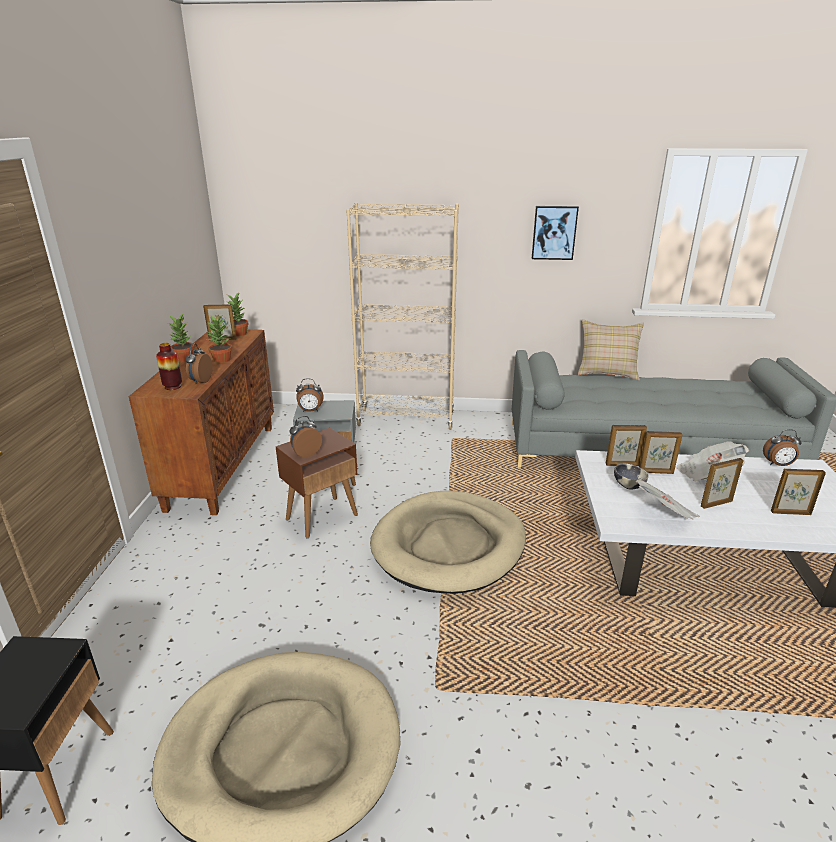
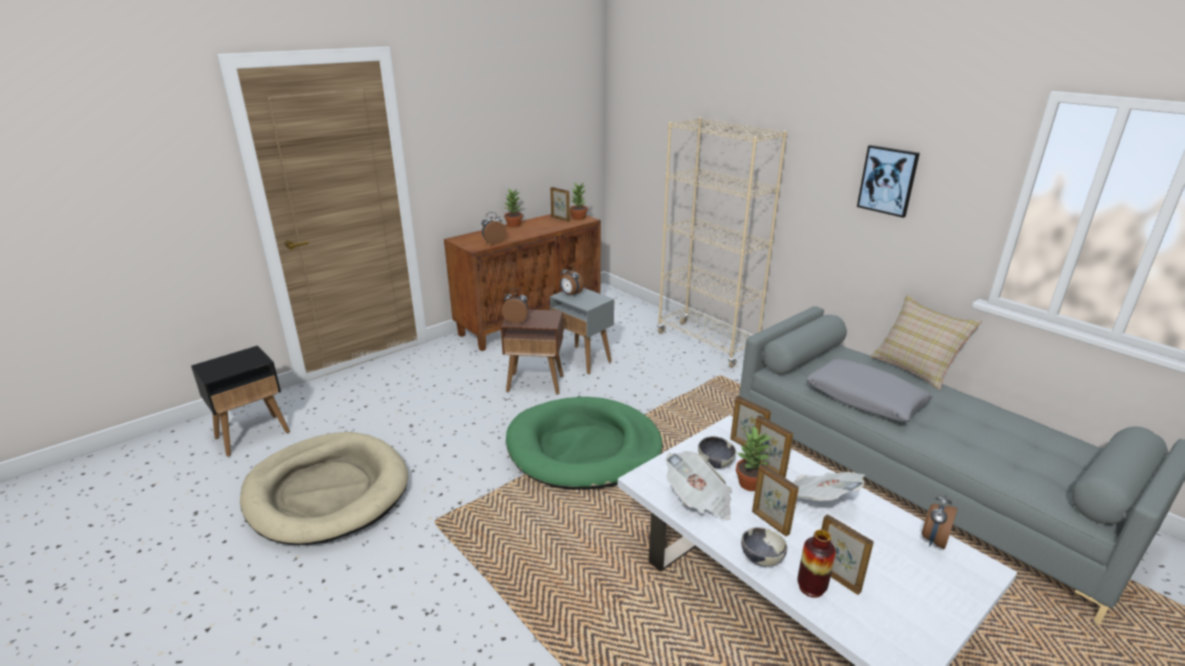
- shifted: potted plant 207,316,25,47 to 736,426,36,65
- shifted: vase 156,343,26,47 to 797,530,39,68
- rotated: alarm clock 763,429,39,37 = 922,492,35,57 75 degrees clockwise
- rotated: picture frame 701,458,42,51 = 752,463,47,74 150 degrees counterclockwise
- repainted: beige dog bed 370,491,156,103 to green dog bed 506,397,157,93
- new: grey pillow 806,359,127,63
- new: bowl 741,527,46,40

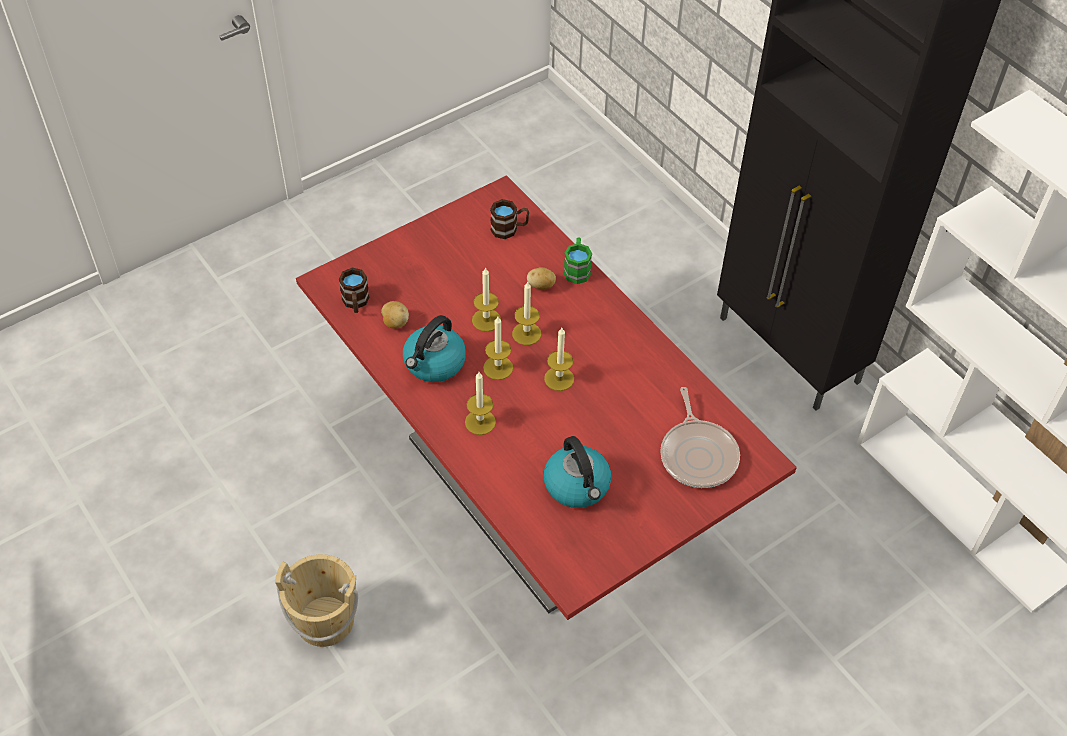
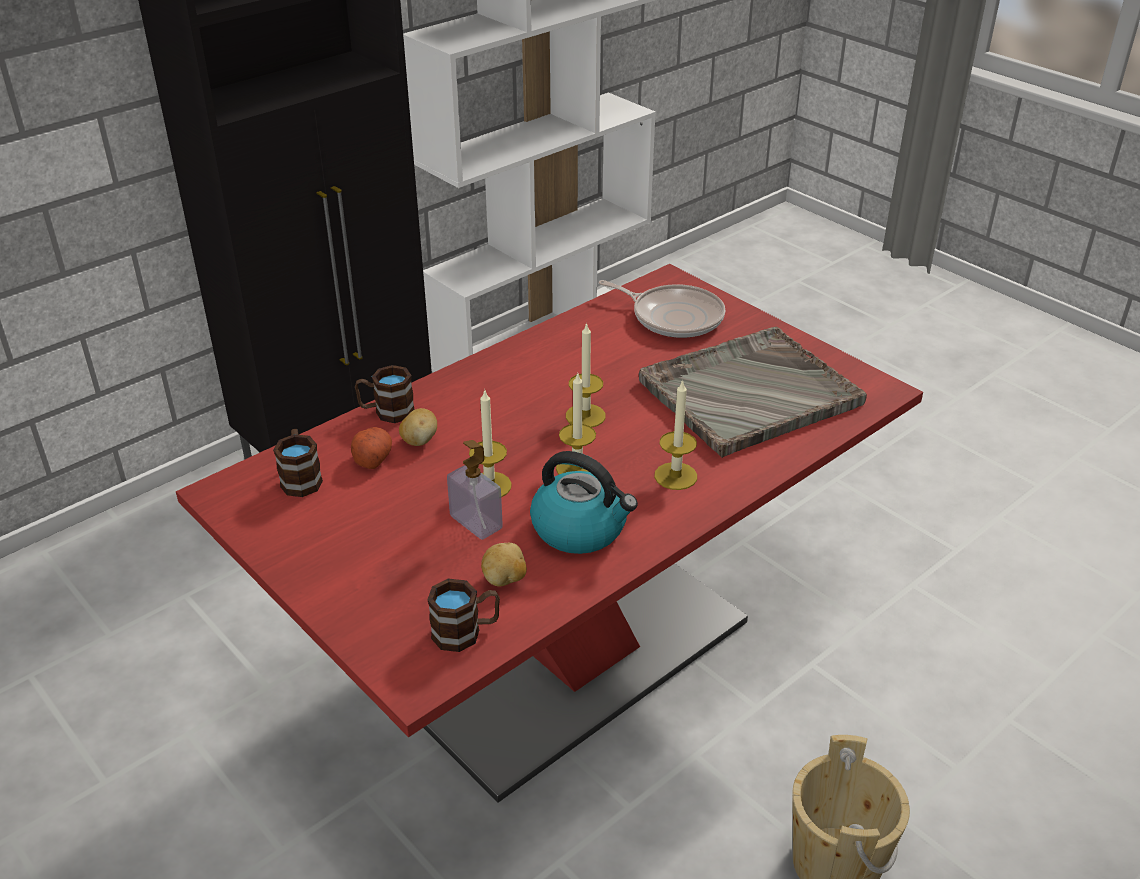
- repainted: green mug 564,237,28,47 to brown mug 355,365,60,58
- gone: candle 512,282,29,63
- rotated: frying pan 660,387,80,101 = 598,280,127,58 45 degrees clockwise
- swapped: kettle 544,436,67,72 to grey tray 639,327,228,131
- new: potato 351,427,41,42
- new: soap dispenser 447,440,56,100

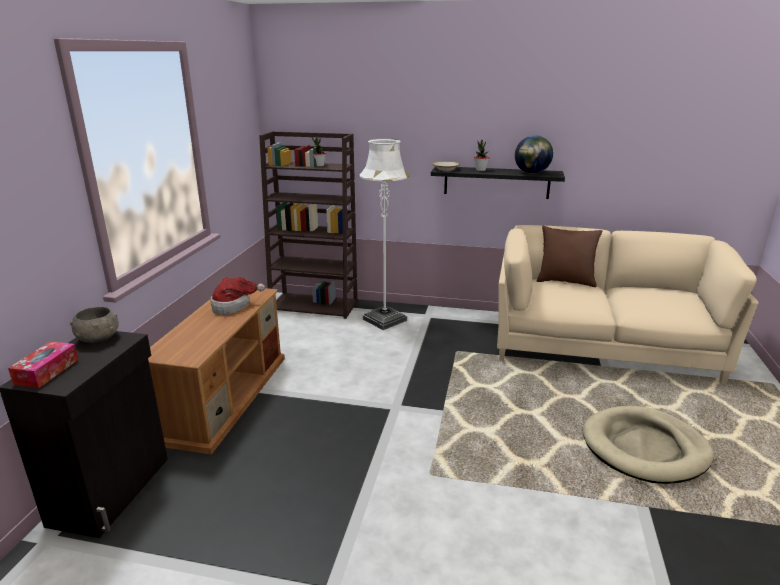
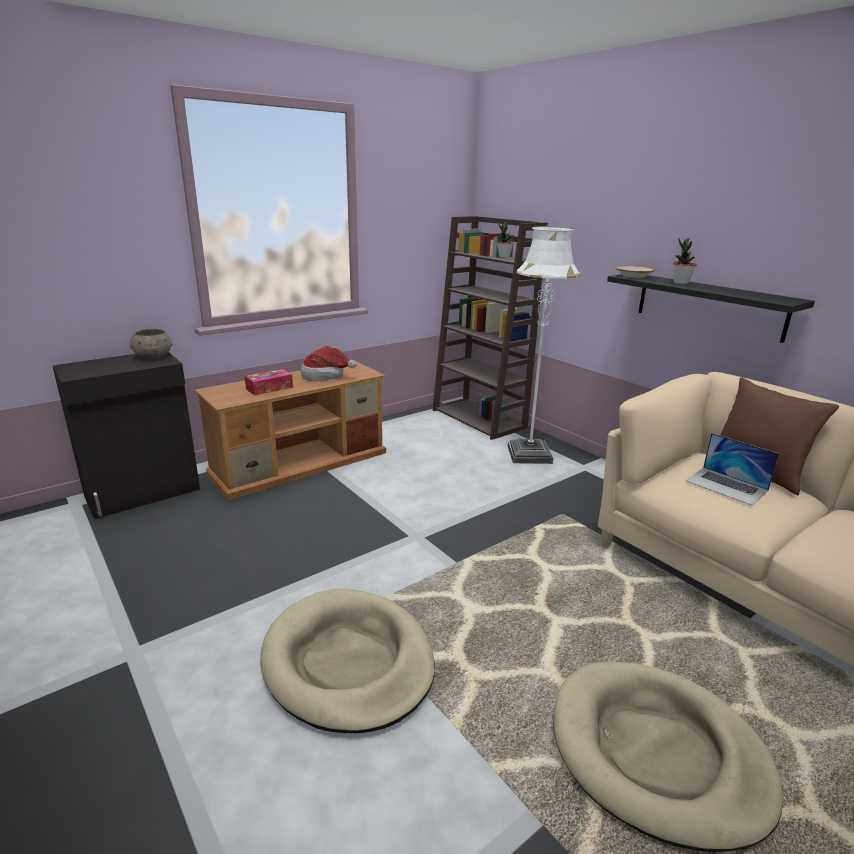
- gone: globe 515,135,38,39
- shifted: tissue box 8,341,70,47 to 245,369,48,26
- new: laptop 685,433,94,73
- new: beige dog bed 260,589,175,144

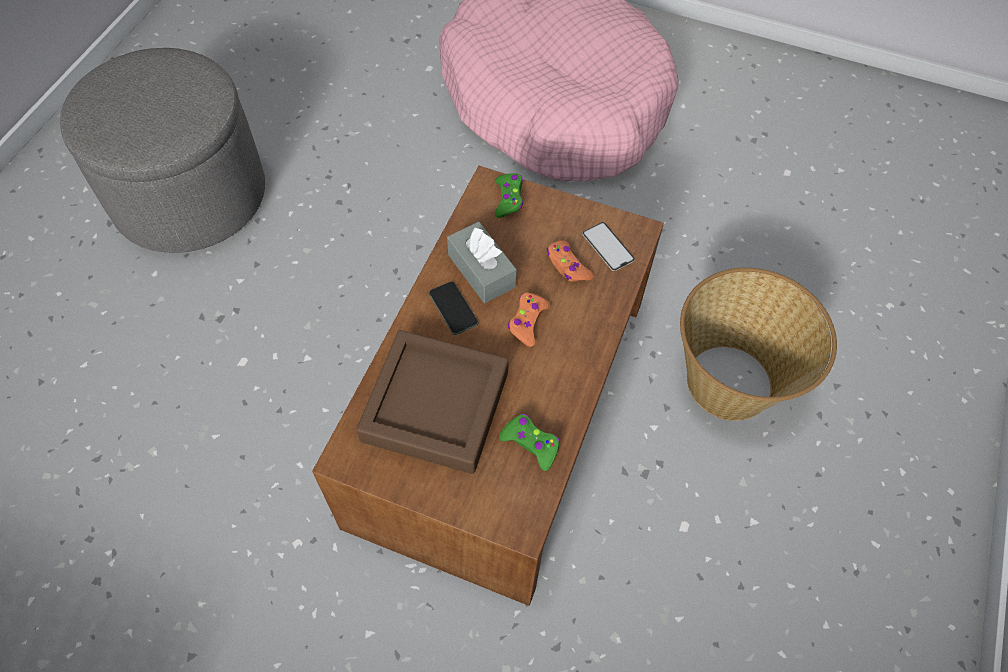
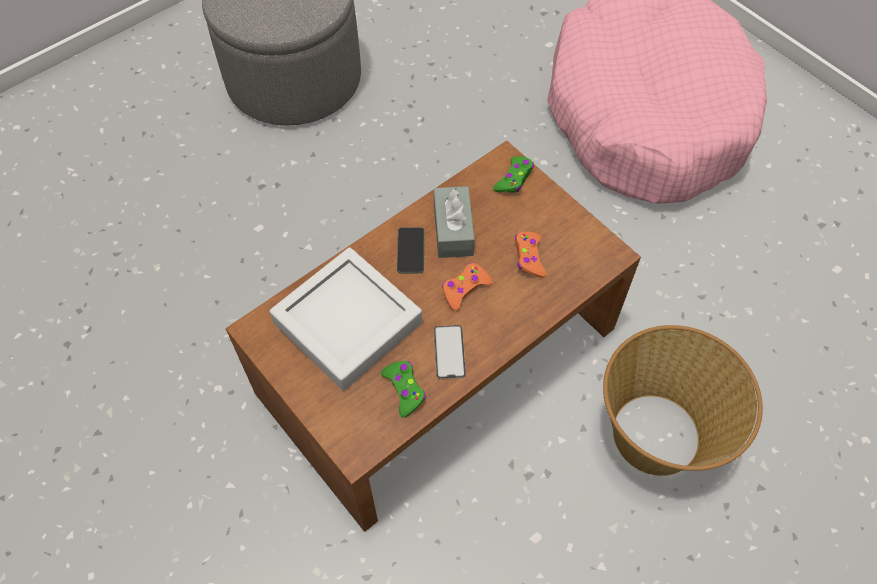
- shifted: phone 582,222,53,49 to 434,325,32,54
- repainted: brown tray 356,330,153,144 to grey tray 270,247,152,144

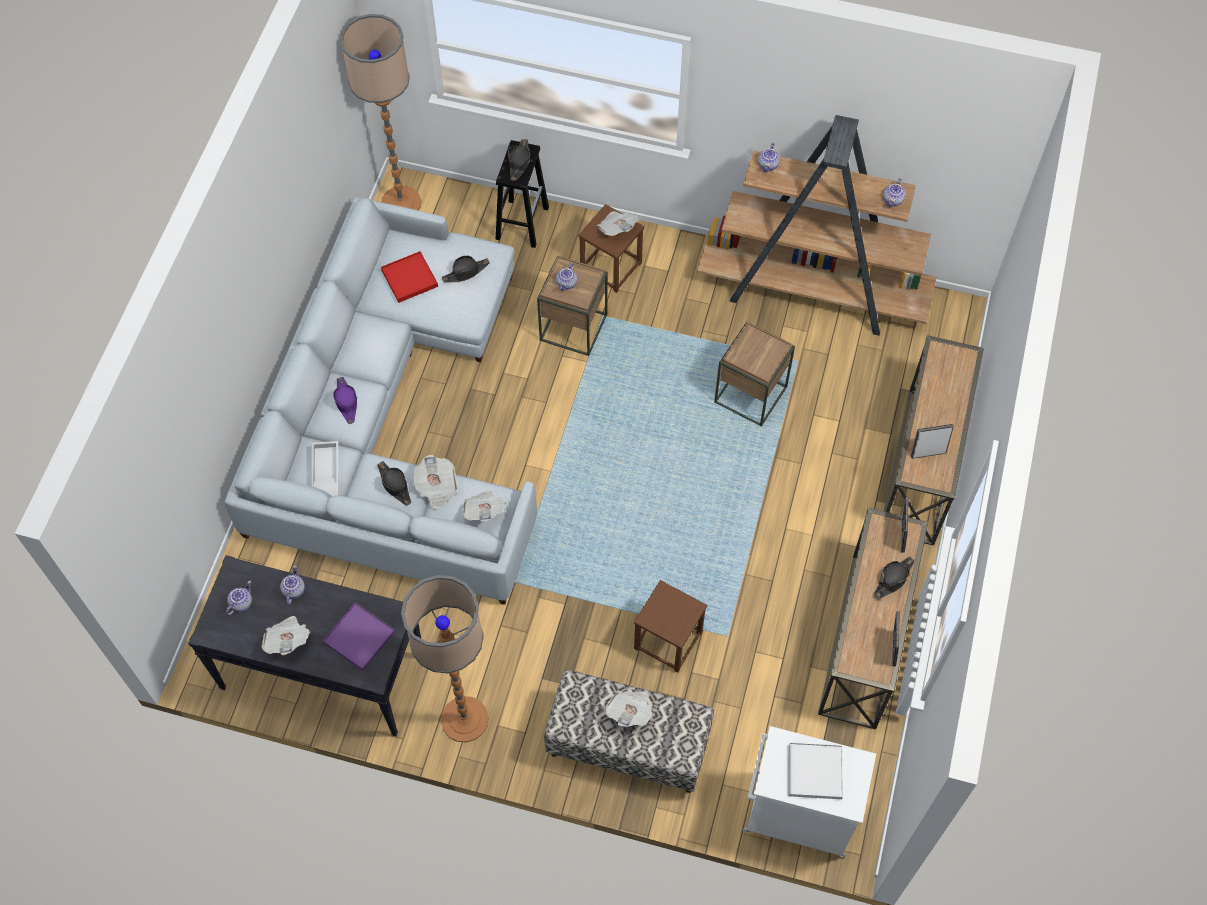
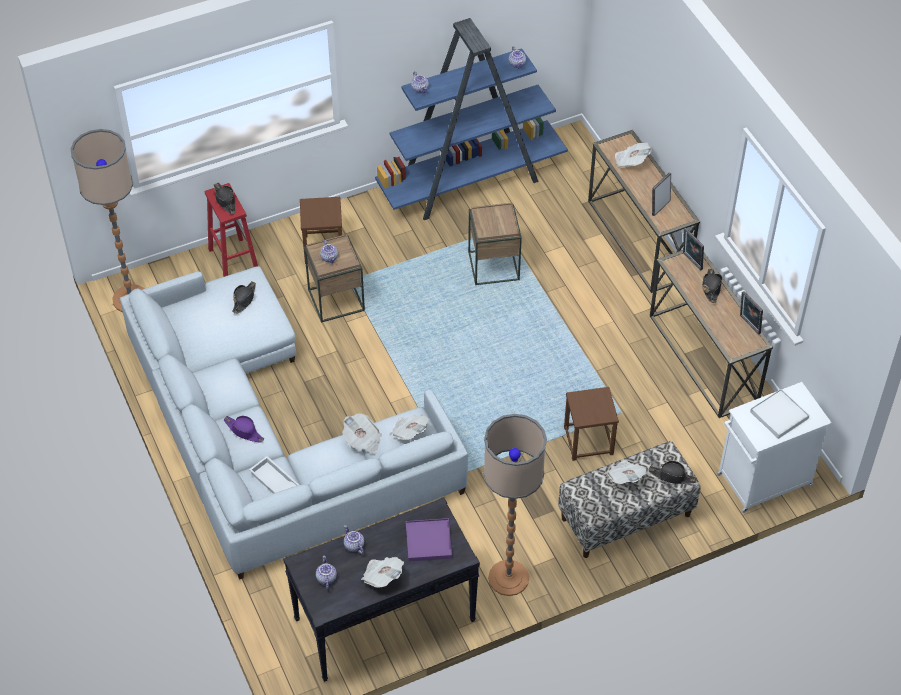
- repainted: brown bookcase 697,115,240,221 to blue bookcase 375,18,193,202
- repainted: black stool 496,140,53,108 to red stool 205,183,53,94
- shifted: newspaper 597,211,42,25 to 615,143,37,24
- gone: red tray 381,251,57,52
- shifted: black hat 377,461,34,45 to 649,461,48,23

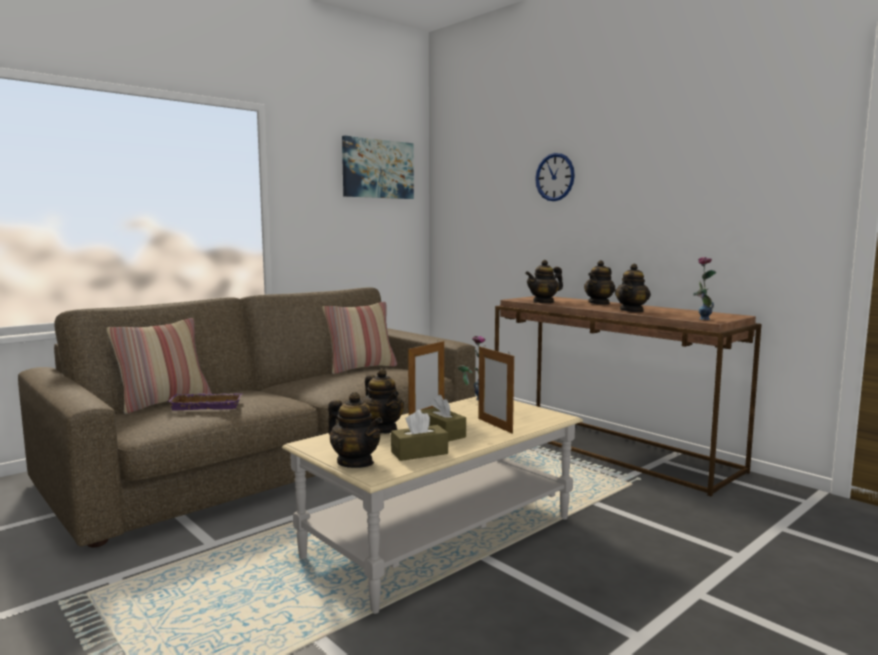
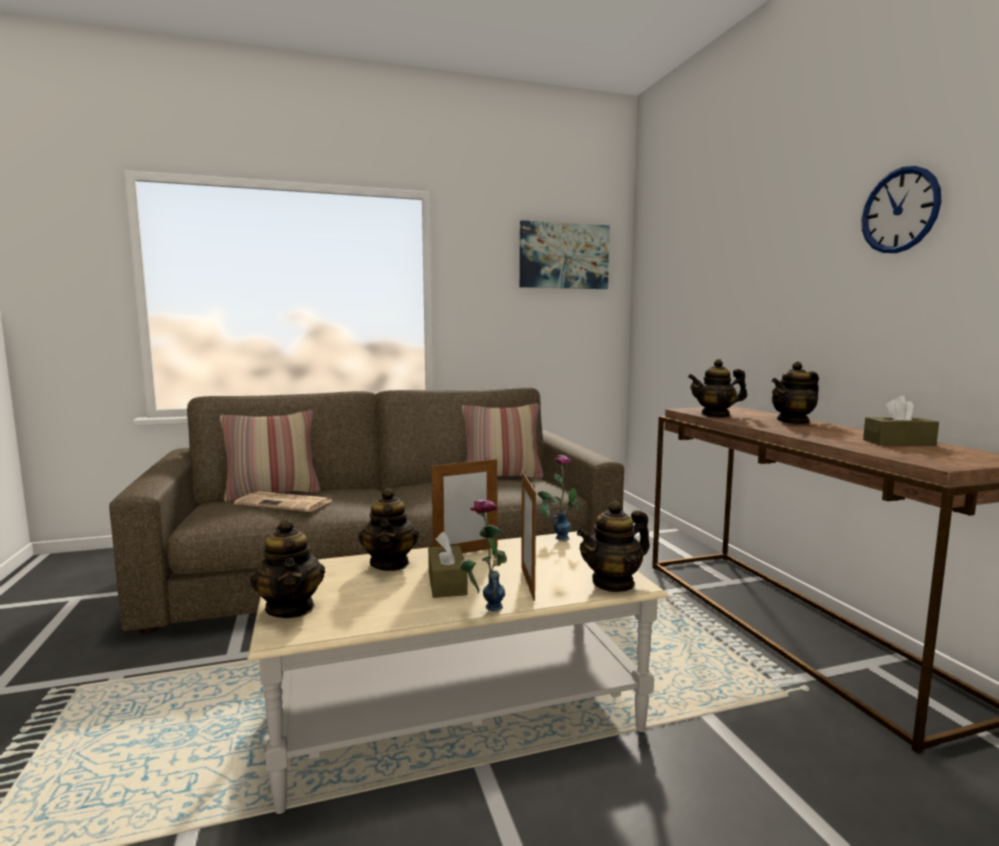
- shifted: wall clock 535,153,40,48 to 861,166,80,87
- shifted: vase 693,257,23,63 to 460,499,47,112
- shifted: teapot 615,264,36,48 to 577,501,73,91
- swapped: purple tray 167,393,76,18 to newspaper 234,491,98,21
- shifted: brown tissue box 391,410,57,51 to 863,396,76,50

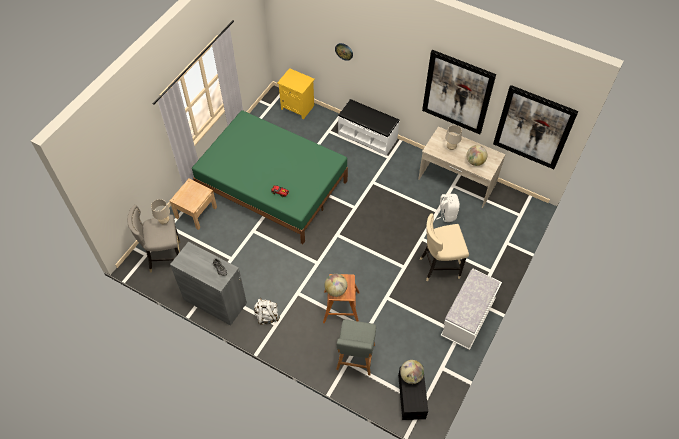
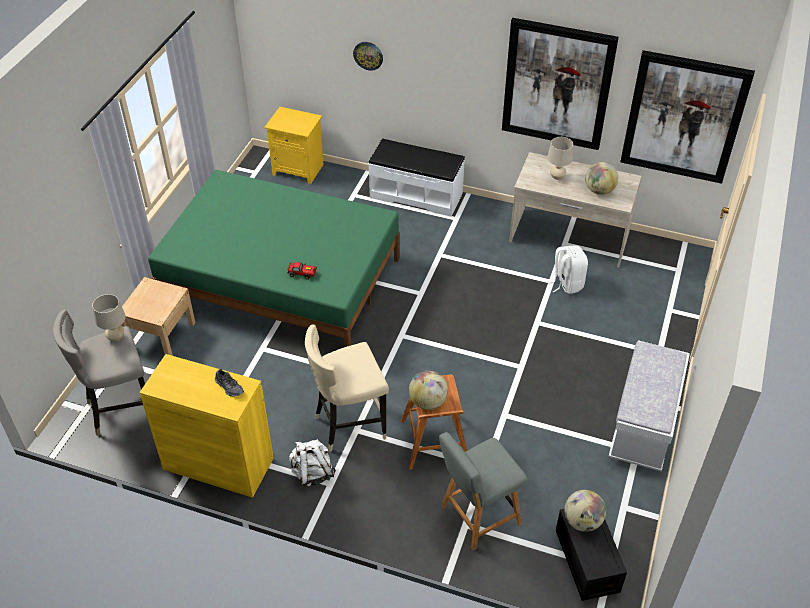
- shifted: beige stool 420,213,49,68 to 305,324,84,128
- repainted: grey cabinet 170,242,77,83 to yellow cabinet 139,354,135,144
- rotated: grey chair 336,320,40,55 = 439,432,88,119 60 degrees clockwise

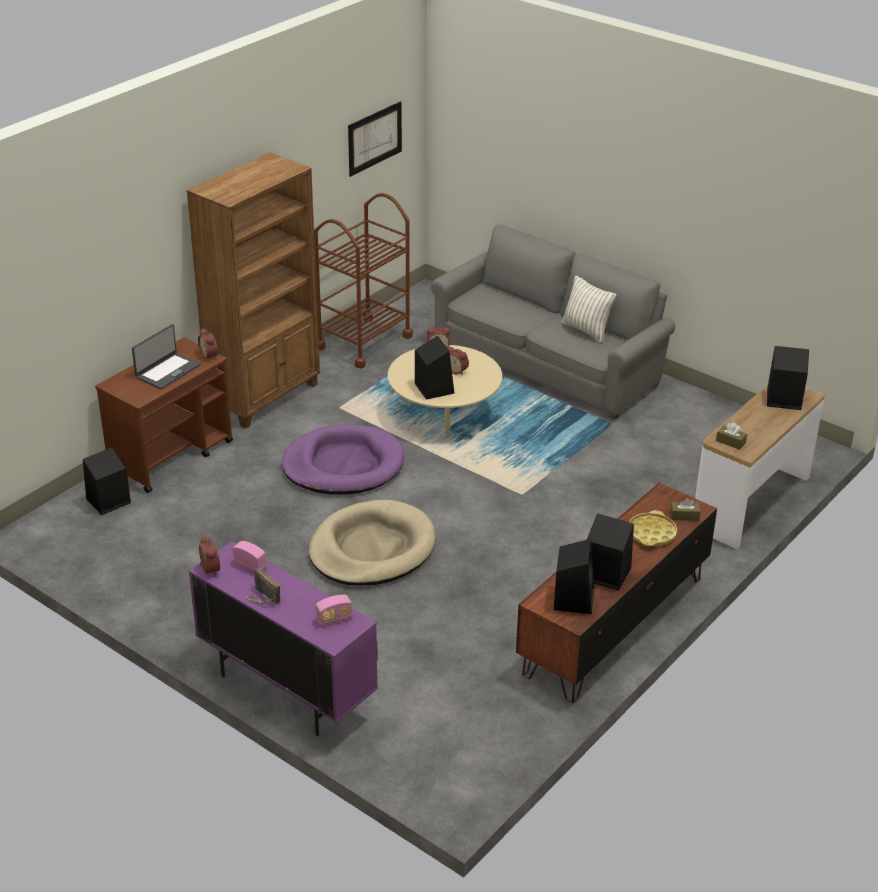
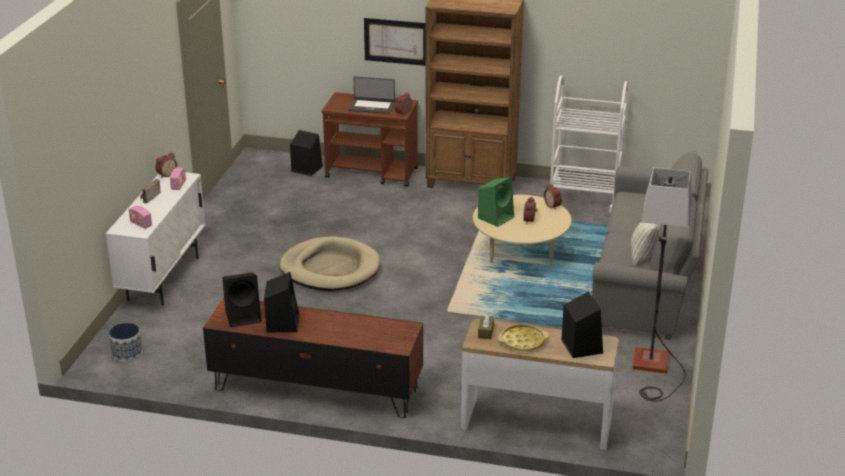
- shifted: picture 348,101,54,76 to 364,18,62,48
- repainted: brown cart 314,193,99,175 to white cart 550,75,78,138
- repainted: black speaker 415,336,40,64 to green speaker 478,177,36,50
- gone: purple dog bed 282,424,123,71
- gone: brown tissue box 670,498,31,23
- shifted: yellow tray 629,510,48,36 to 498,324,51,27
- repainted: purple cabinet 189,541,189,195 to white cabinet 106,172,99,134
- new: floor lamp 632,168,60,233
- new: planter 109,323,34,39

